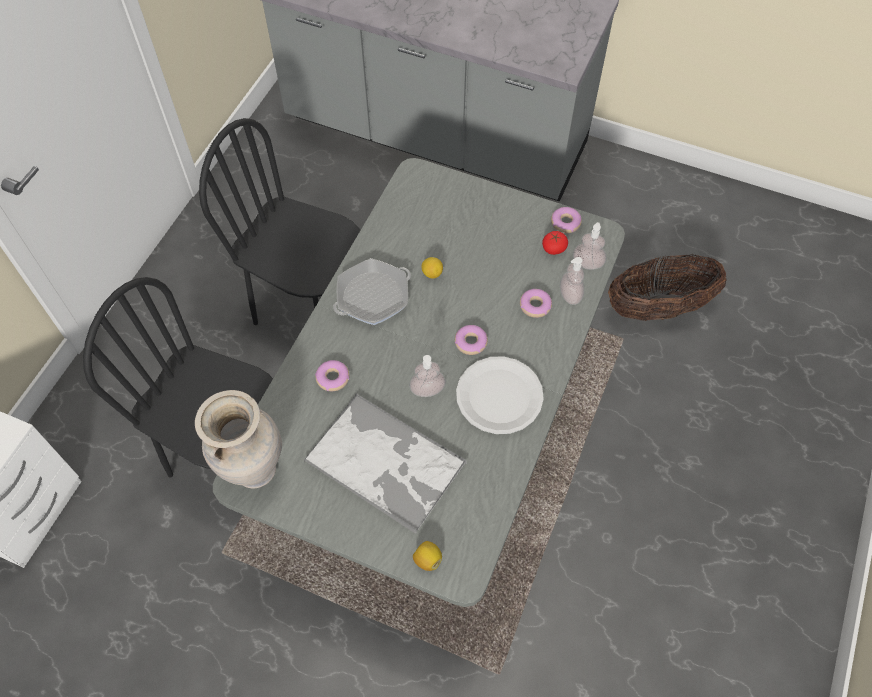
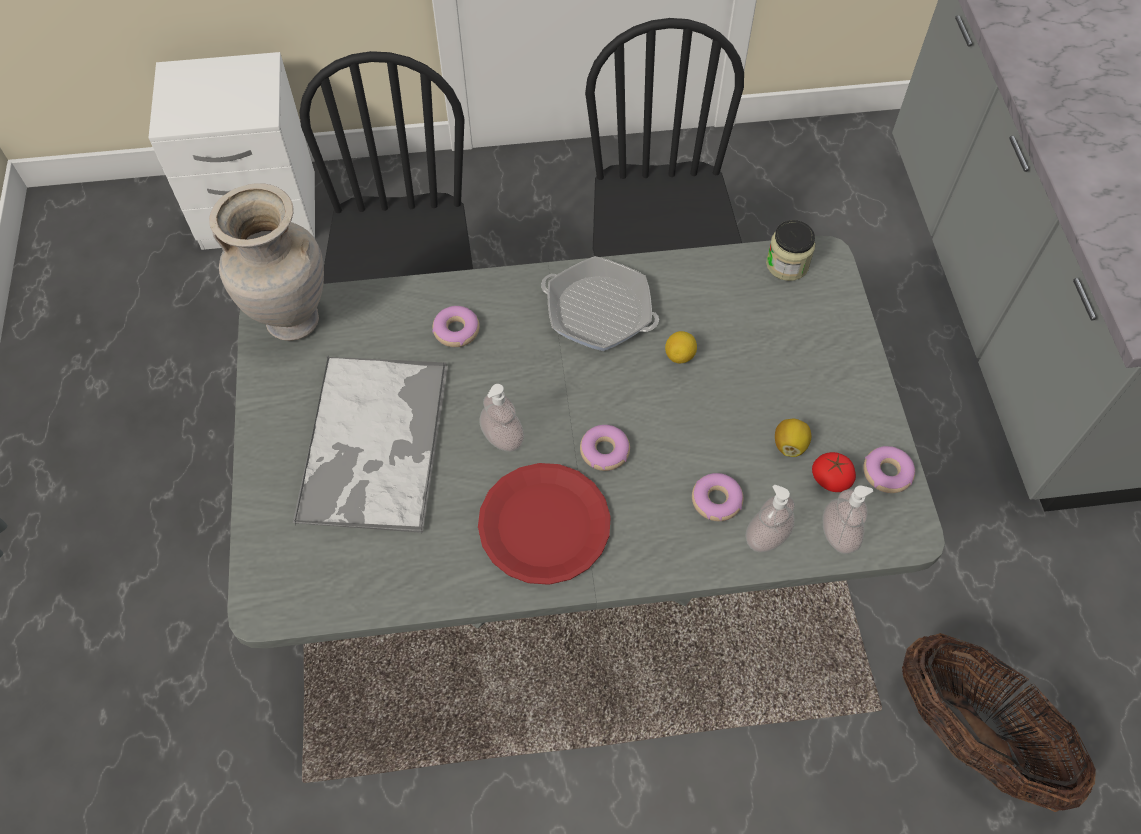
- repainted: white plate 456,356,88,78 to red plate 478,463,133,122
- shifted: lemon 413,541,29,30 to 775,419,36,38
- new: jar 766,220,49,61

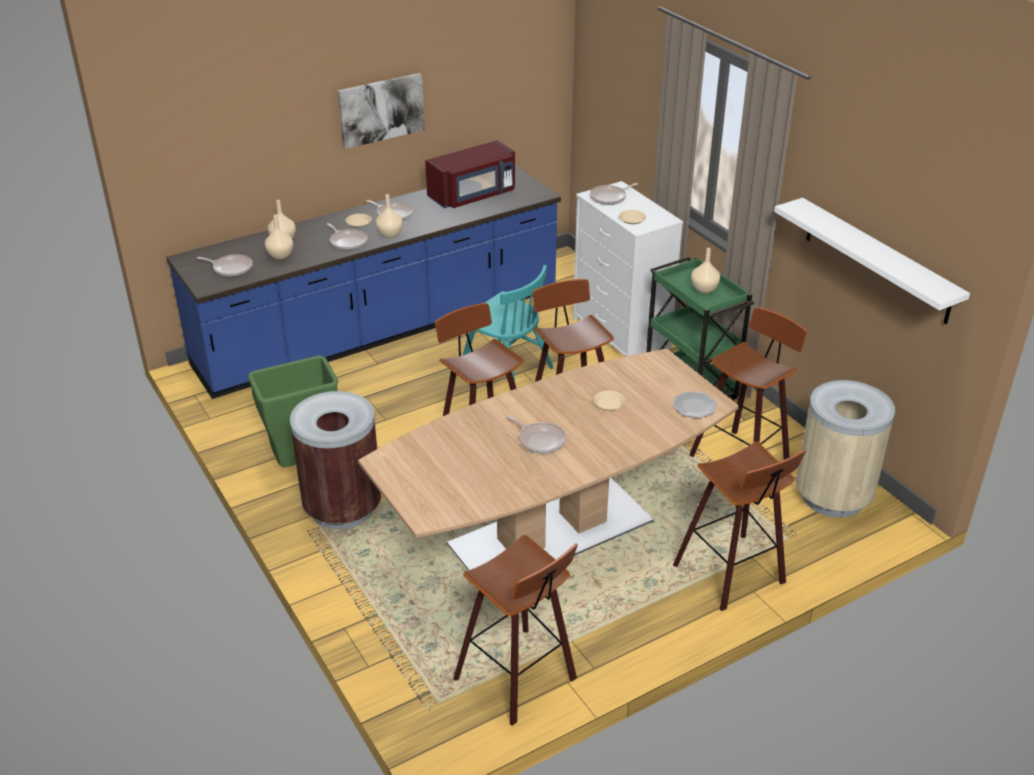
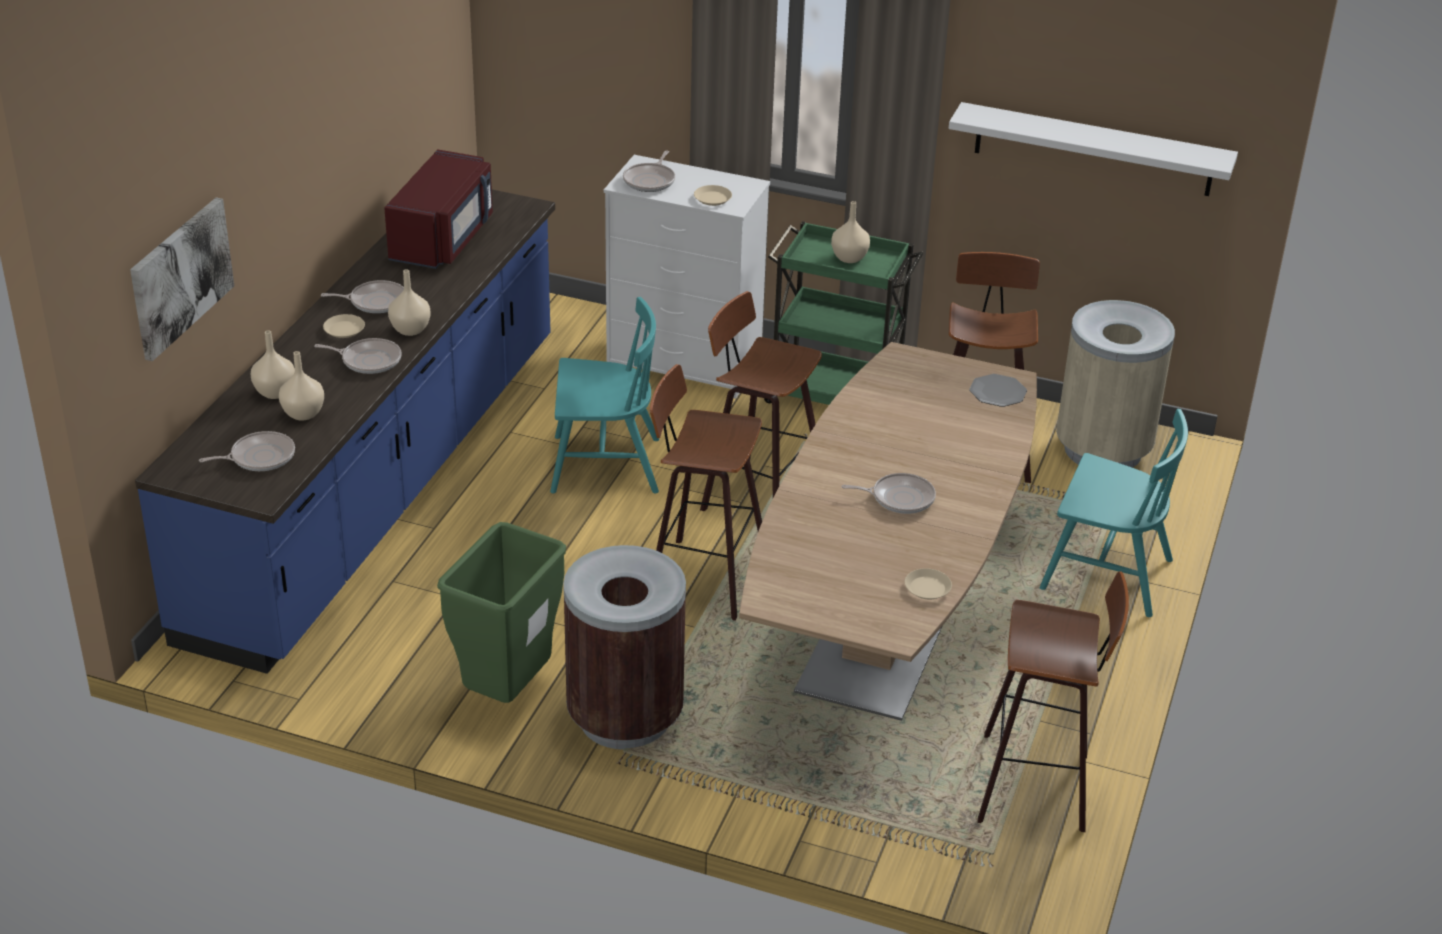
- shifted: picture 338,73,87,76 to 130,197,104,164
- shifted: beige plate 593,390,33,21 to 905,568,47,32
- swapped: stool 673,442,133,169 to turquoise chair 1040,409,148,208

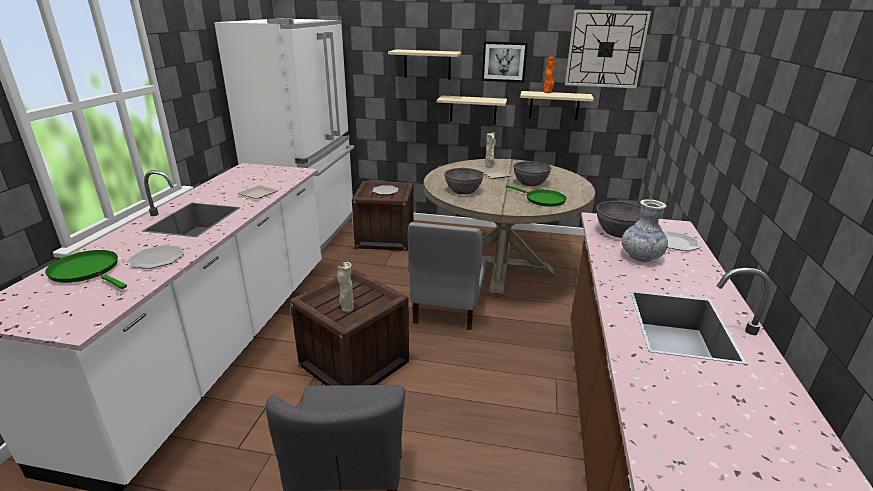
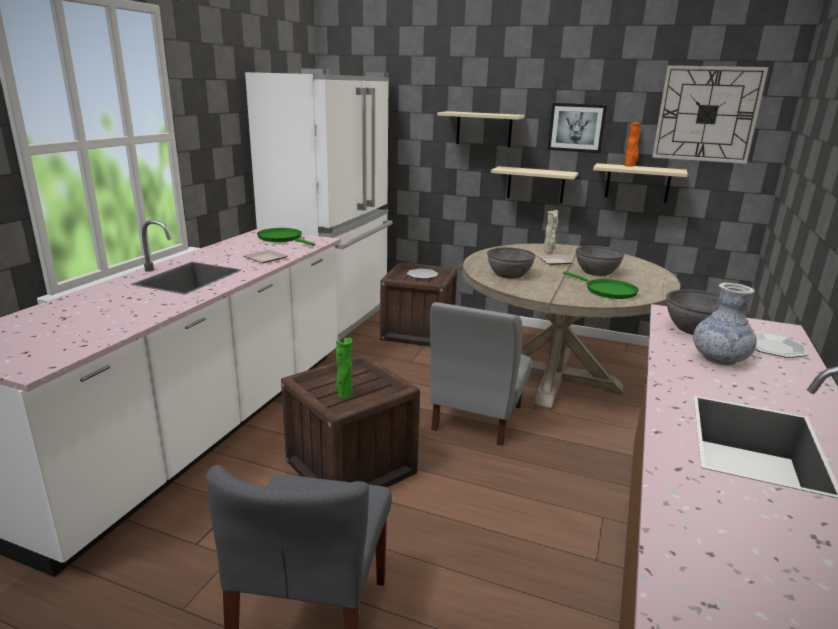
- gone: plate 129,245,55,24
- shifted: green frying pan 45,250,82,39 to 257,228,58,18
- repainted: beige vase 337,262,17,50 to green vase 335,337,18,62

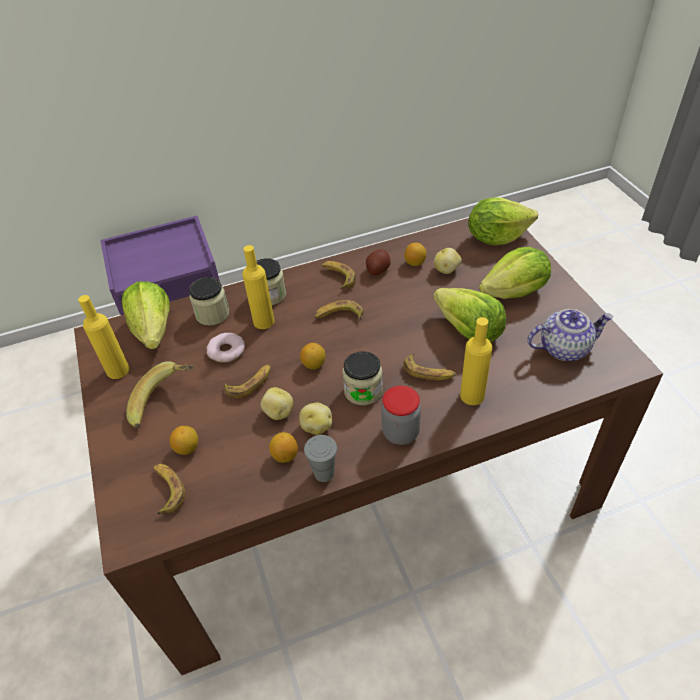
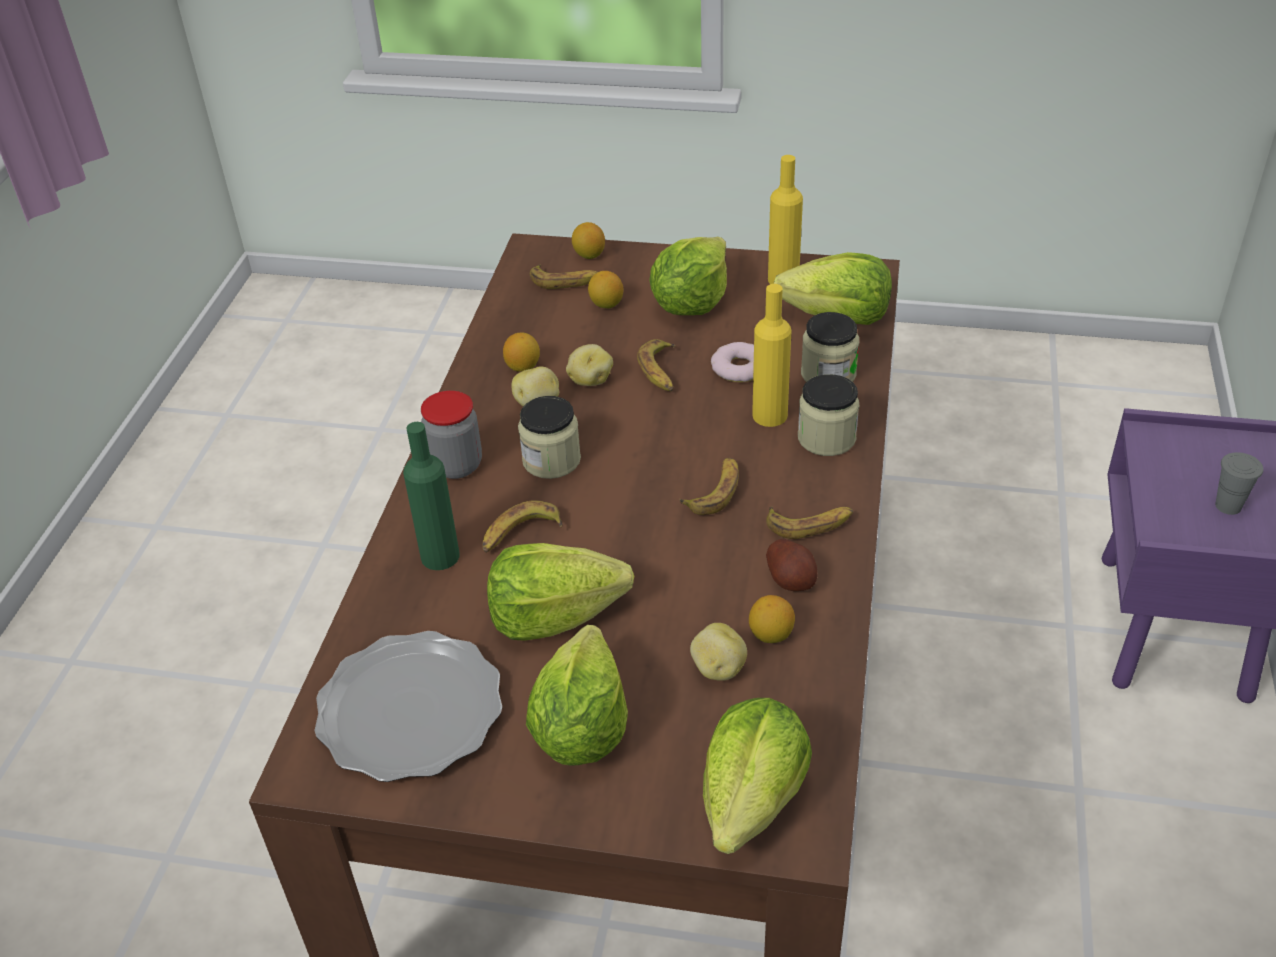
- swapped: teapot 527,309,86,52 to plate 314,631,188,151
- repainted: yellow bottle 460,317,32,88 to green bottle 403,422,57,148
- shifted: lemon 300,343,25,26 to 572,222,33,37
- swapped: banana 126,361,68,67 to lettuce 649,237,78,78
- shifted: grey cup 304,435,33,47 to 1215,452,48,63

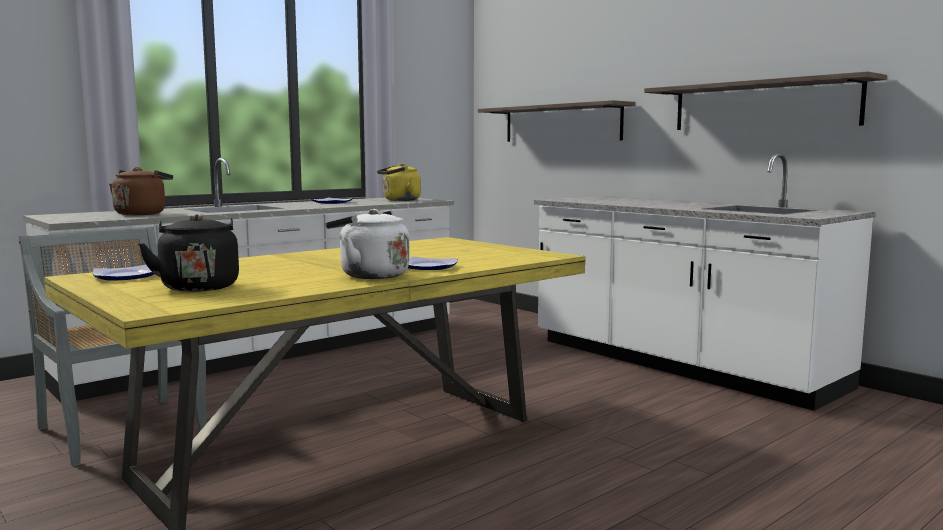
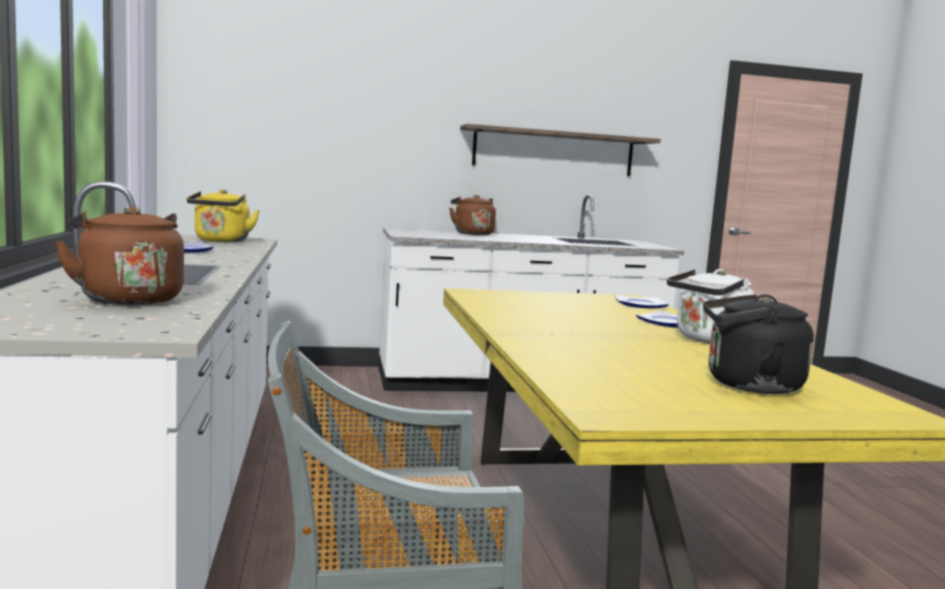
- gone: shelf 478,100,157,42
- shifted: plate 93,265,61,15 to 615,295,54,13
- new: brown kettle 449,195,47,40

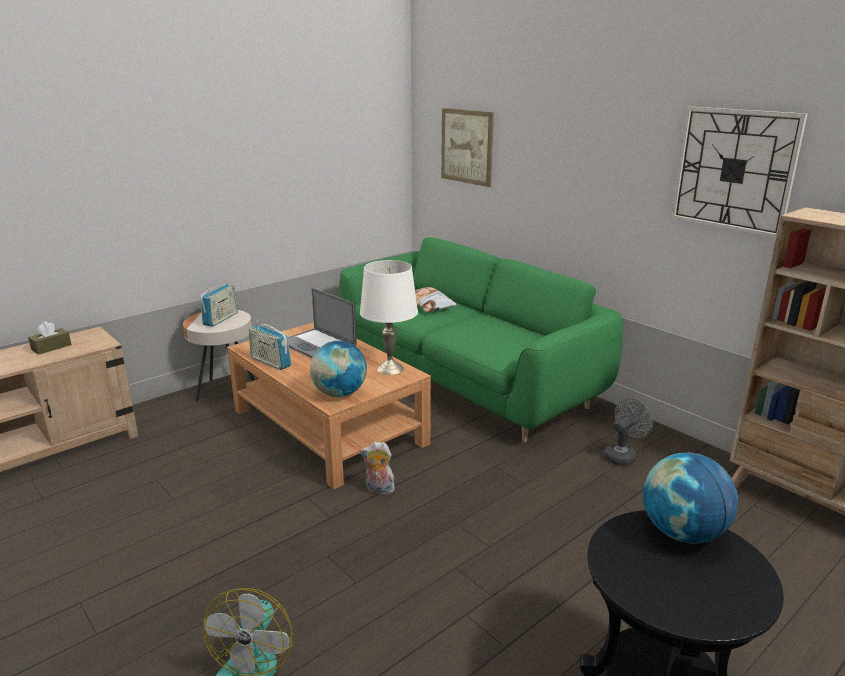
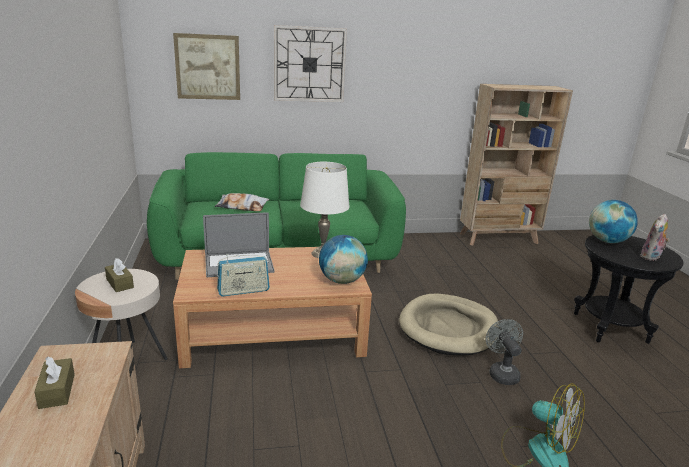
- shifted: wall clock 671,106,137,132 to 274,25,73,77
- swapped: radio 200,284,38,43 to brown tissue box 105,258,29,34
- shifted: grey fan 604,398,49,68 to 486,319,37,66
- shifted: plush toy 360,441,35,54 to 640,214,30,47
- new: beige dog bed 399,293,100,62

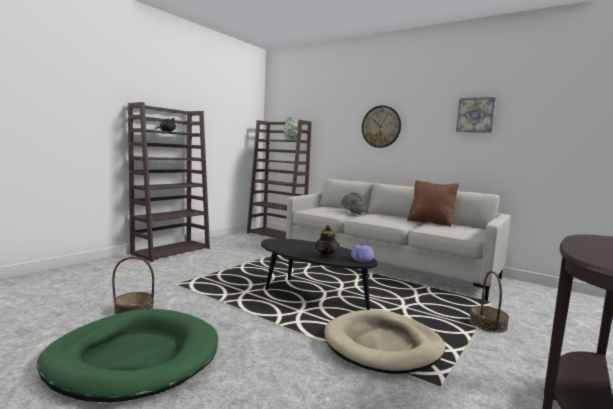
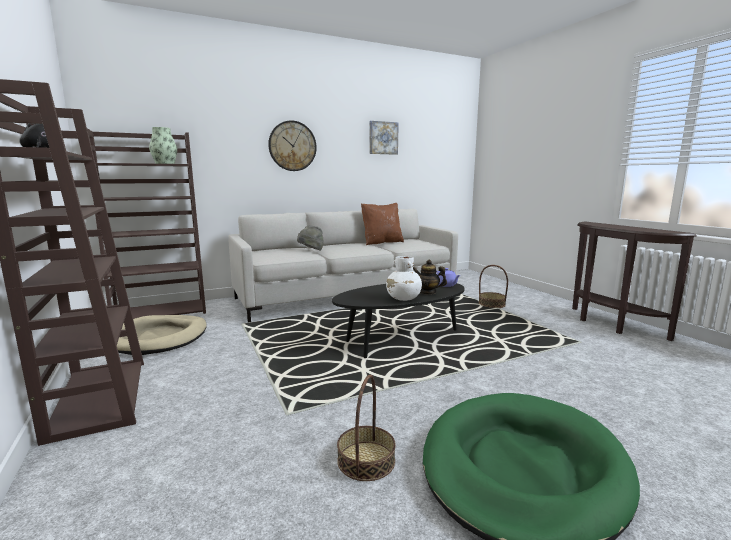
- shifted: beige dog bed 324,310,122,64 to 117,315,90,40
- new: white vase 386,256,36,45

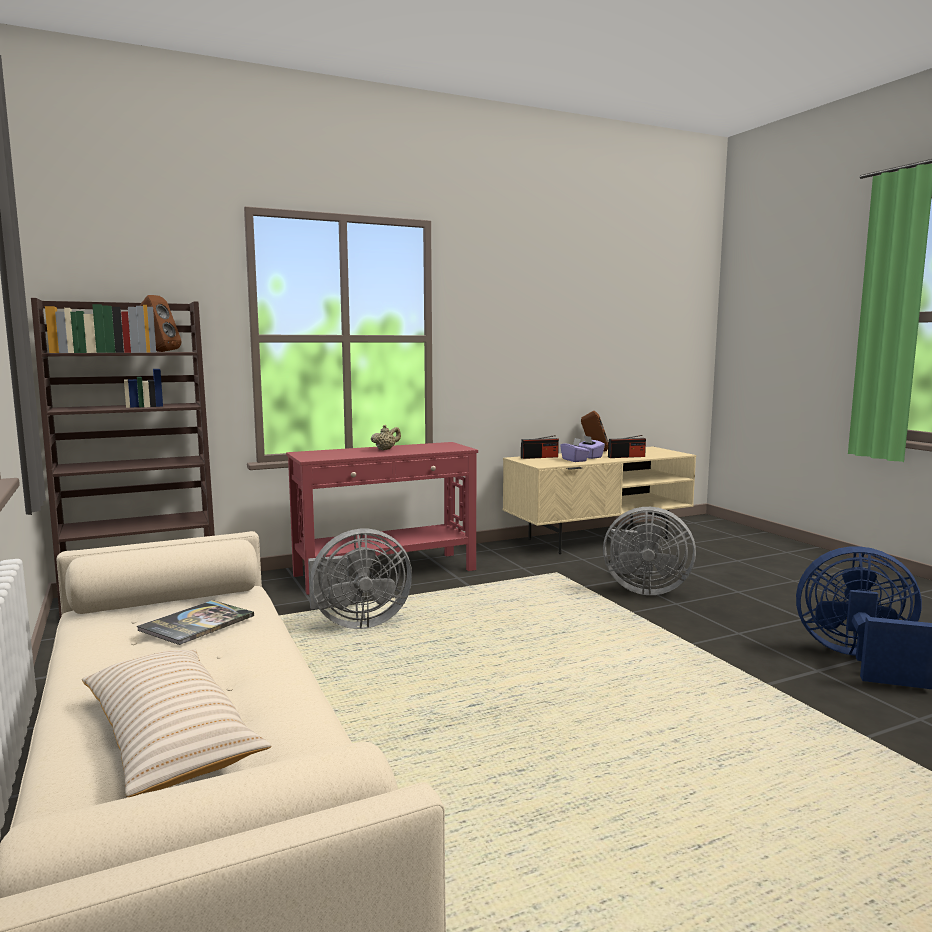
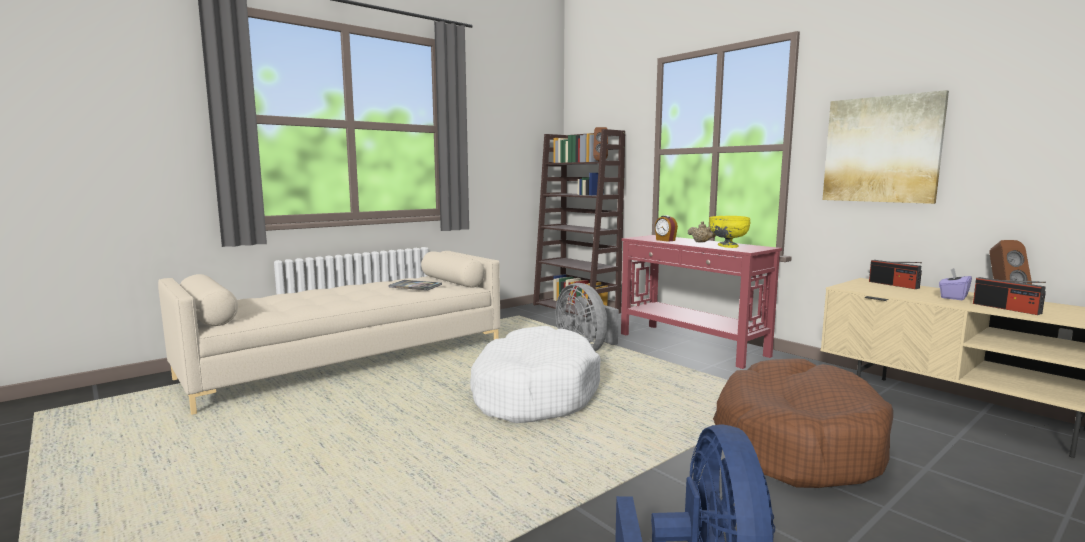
- gone: purple tissue box 560,438,30,24
- swapped: grey fan 603,507,93,88 to brown dog bed 713,358,180,130
- gone: beige pillow 82,650,189,147
- new: picture 823,90,126,114
- new: alarm clock 655,215,23,27
- new: yellow bowl 709,216,41,32
- new: white dog bed 470,326,130,97

